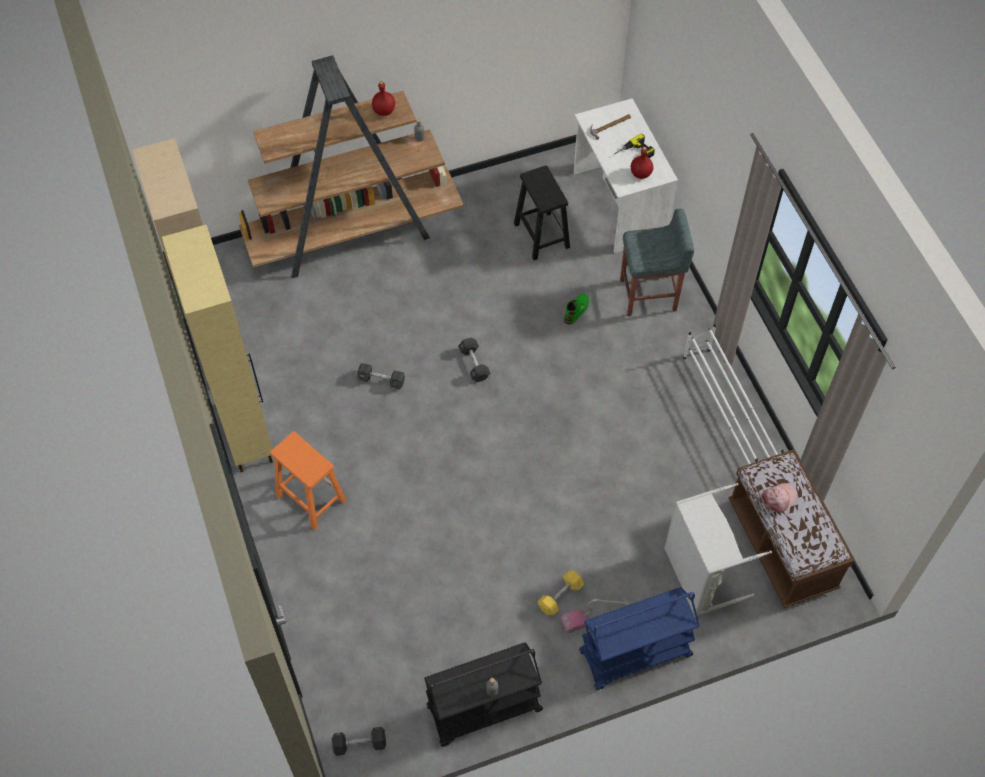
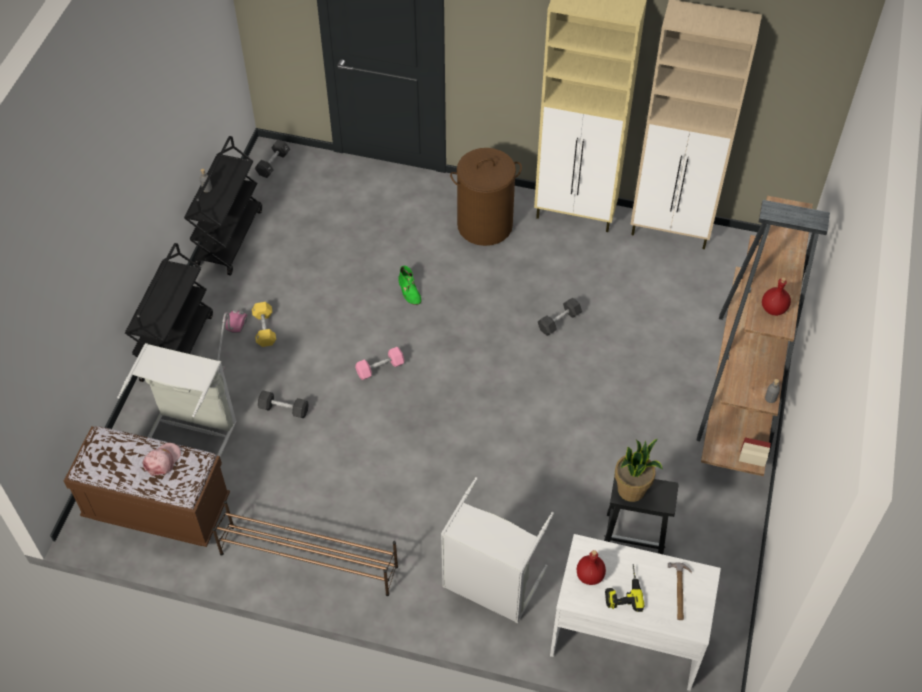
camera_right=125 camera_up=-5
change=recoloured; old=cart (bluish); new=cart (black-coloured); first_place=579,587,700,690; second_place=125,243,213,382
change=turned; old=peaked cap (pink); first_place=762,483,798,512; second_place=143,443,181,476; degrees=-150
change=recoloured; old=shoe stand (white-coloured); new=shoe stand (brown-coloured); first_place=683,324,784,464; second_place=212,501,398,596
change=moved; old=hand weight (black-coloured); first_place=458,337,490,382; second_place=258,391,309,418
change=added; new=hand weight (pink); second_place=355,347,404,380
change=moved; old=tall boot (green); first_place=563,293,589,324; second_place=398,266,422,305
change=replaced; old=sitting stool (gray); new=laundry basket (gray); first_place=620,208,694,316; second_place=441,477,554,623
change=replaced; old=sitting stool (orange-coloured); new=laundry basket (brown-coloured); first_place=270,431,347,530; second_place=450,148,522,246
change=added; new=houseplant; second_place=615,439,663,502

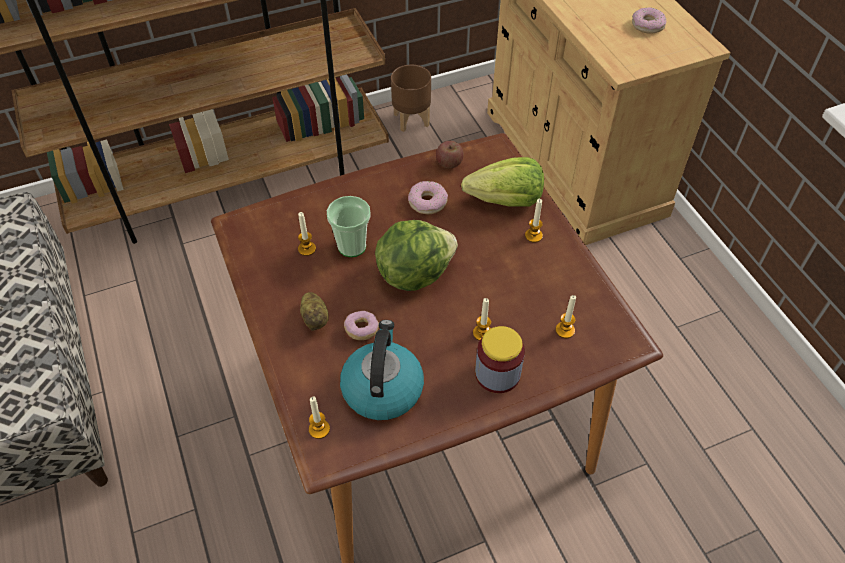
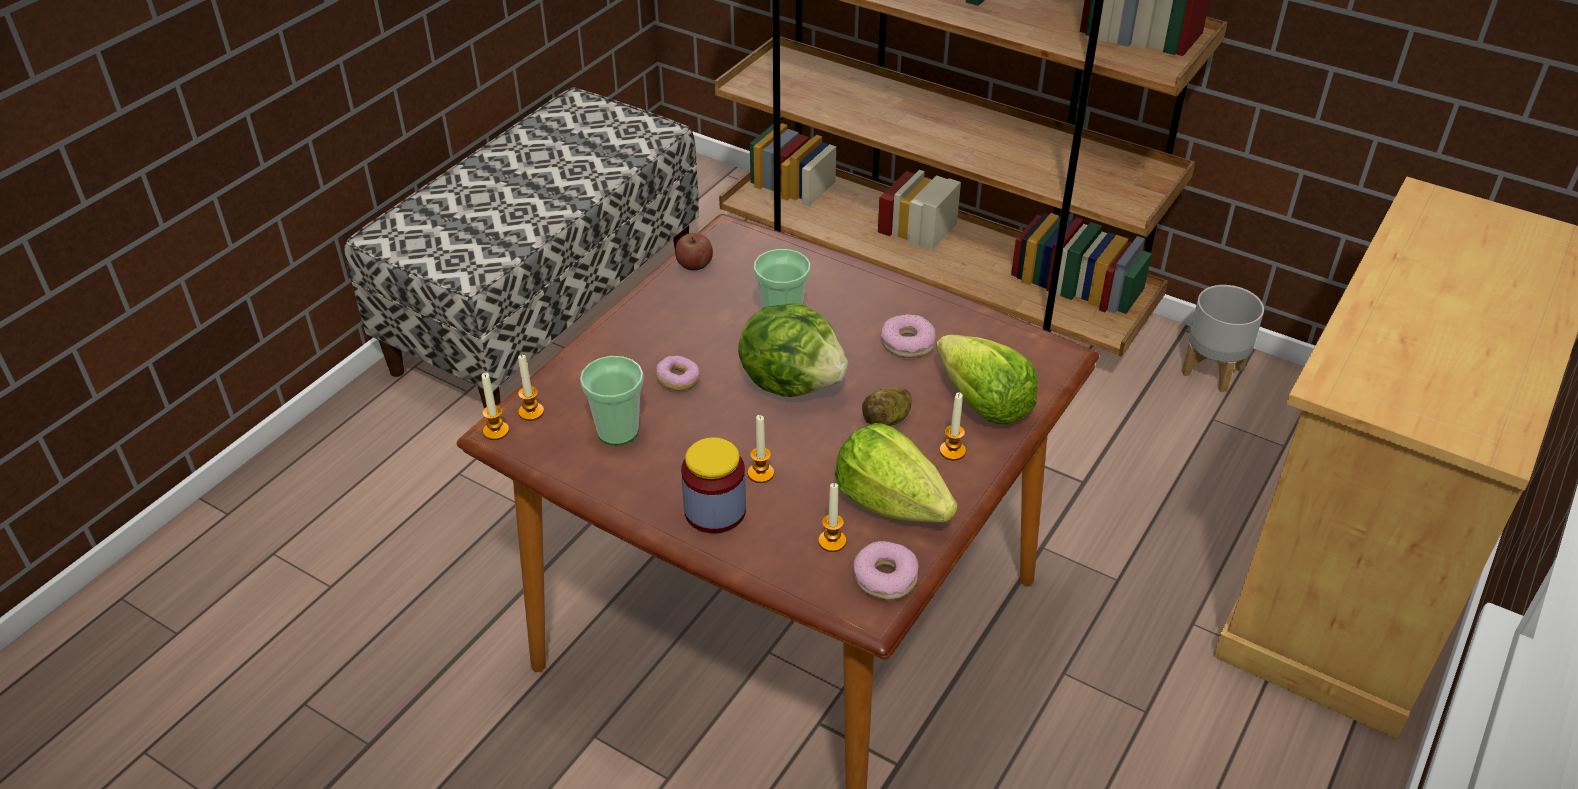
camera_right=55 camera_up=-10
change=moved; old=candle; first_place=298,212,316,256; second_place=481,373,509,440
change=replaced; old=water kettle; new=small cup; first_place=340,320,424,420; second_place=580,356,644,446
change=moved; old=apple; first_place=436,141,464,169; second_place=675,233,713,271
change=added; new=lettuce; second_place=835,423,957,522
change=moved; old=doughnut; first_place=632,7,666,34; second_place=853,541,919,600
change=moved; old=spud; first_place=300,292,329,331; second_place=862,387,911,426
change=recoloured; old=plant pot (brown-coloured); new=plant pot (gray); first_place=391,65,431,132; second_place=1182,285,1264,392

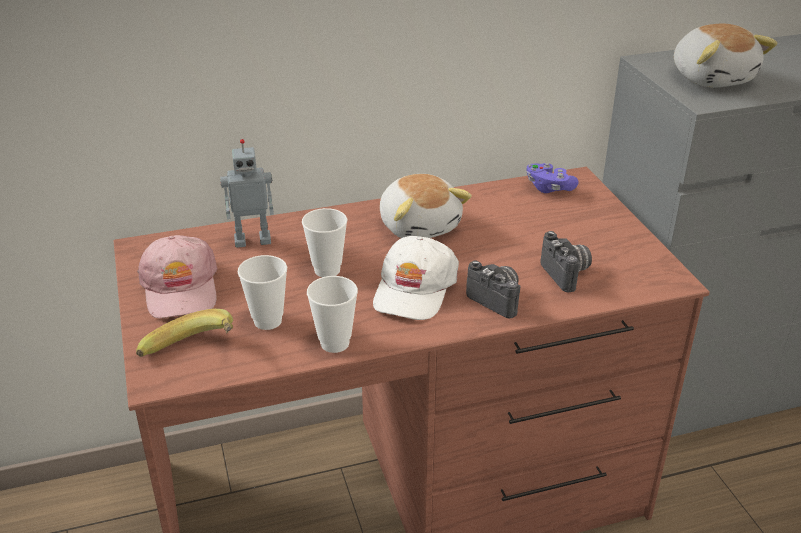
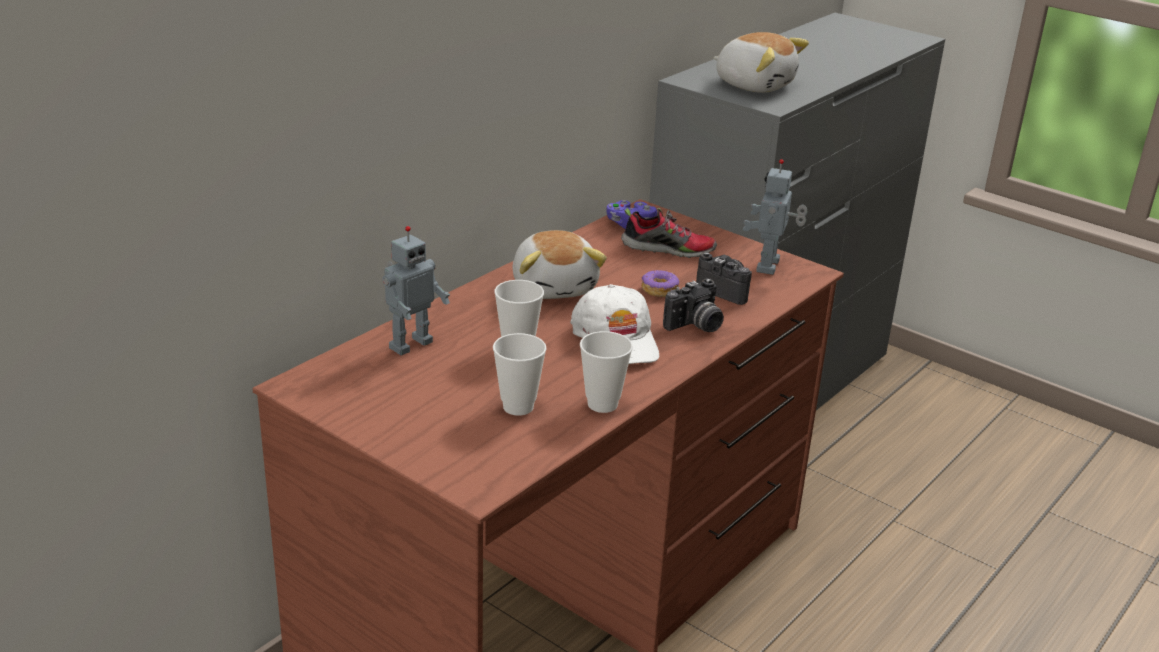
camera_right=-35 camera_up=-5
change=turned; old=soft toy; first_place=380,174,472,238; second_place=513,230,607,299; degrees=45
change=added; new=low shoe; second_place=621,208,717,258
change=added; new=doughnut; second_place=641,270,679,297
change=turned; old=photo camera; first_place=466,261,521,318; second_place=663,278,724,332; degrees=135
change=added; new=toy robot; second_place=742,159,808,275
change=removed; old=banana; first_place=136,309,233,357
change=removed; old=peaked cap (pink); first_place=137,235,218,319

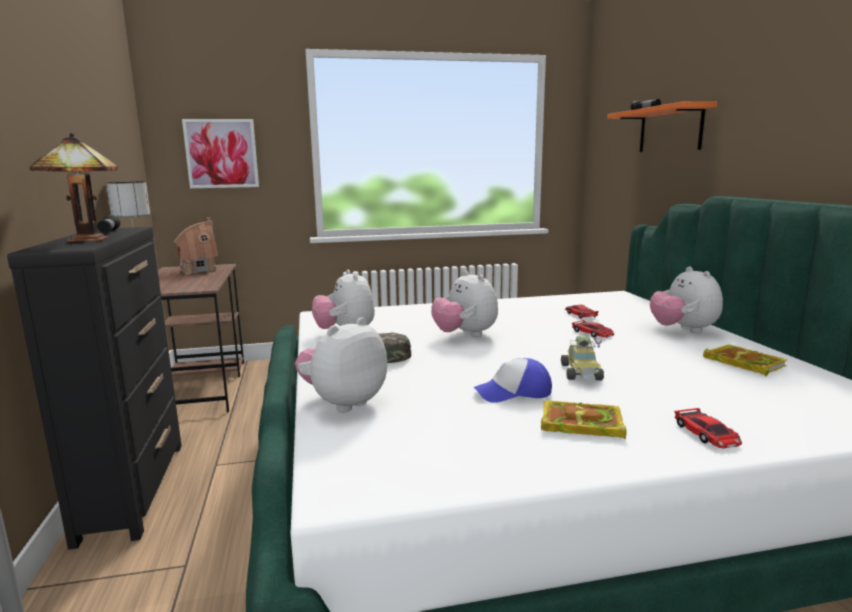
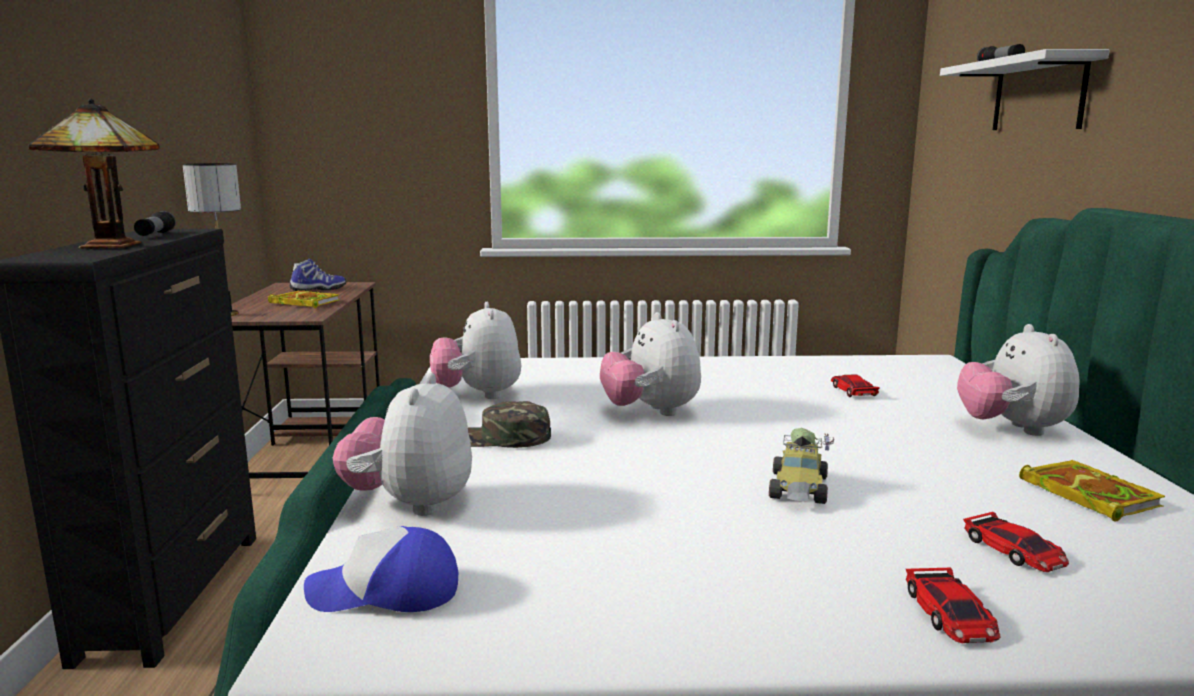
camera_right=10 camera_up=0
change=moved; old=volume; first_place=541,400,627,439; second_place=268,290,340,308
change=replaced; old=miniature house; new=low shoe; first_place=174,217,218,274; second_place=289,258,346,291
change=moved; old=peaked cap; first_place=474,358,552,403; second_place=304,526,458,612
change=turned; old=soft toy; first_place=295,317,387,412; second_place=333,373,472,516; degrees=-45
change=recoloured; old=shelf (orange-coloured); new=shelf (white-coloured); first_place=607,101,717,152; second_place=940,49,1110,130
change=moved; old=toy car; first_place=572,320,614,338; second_place=963,512,1069,572
change=removed; old=wall picture; first_place=182,119,259,188

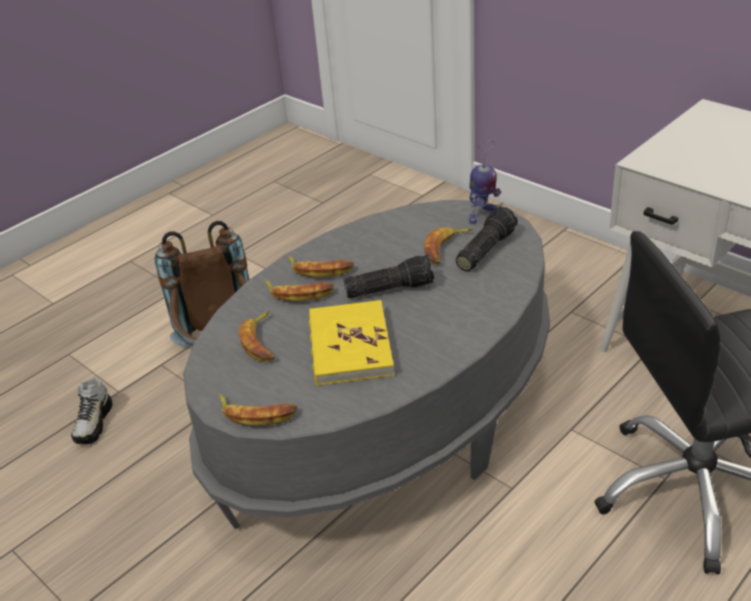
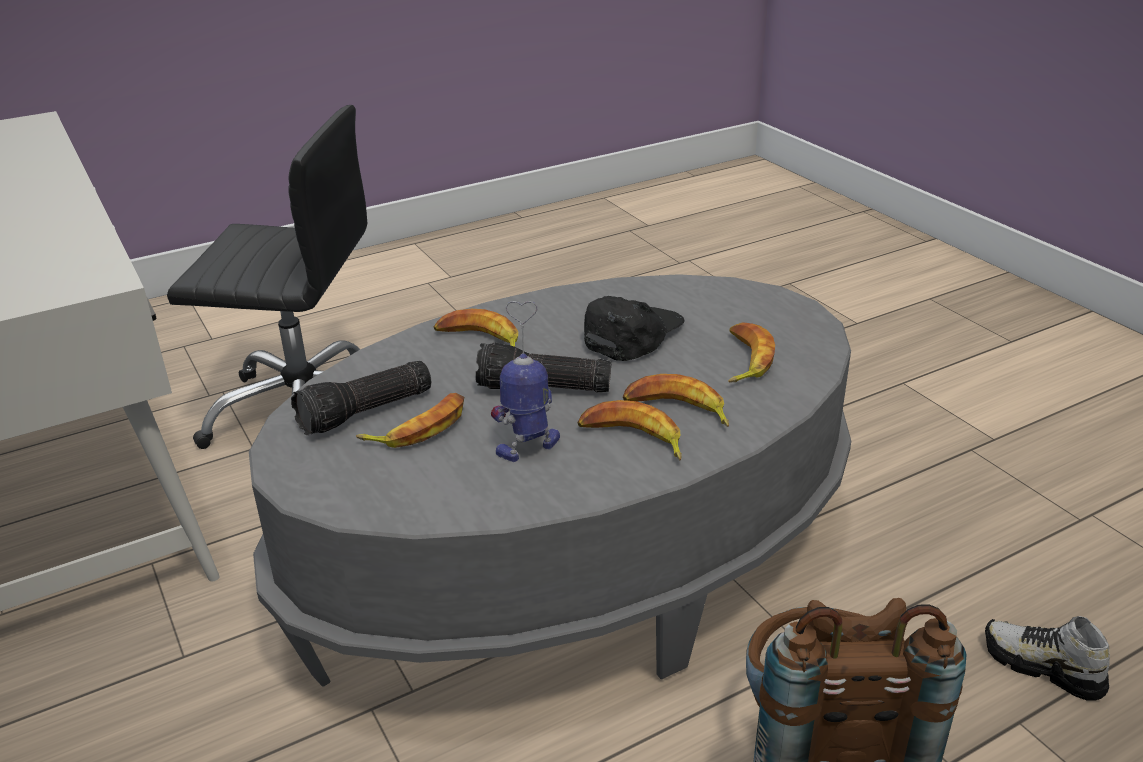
camera_right=-165 camera_up=-5
change=moved; old=banana; first_place=219,394,297,426; second_place=434,309,518,347
change=moved; old=toy robot; first_place=469,140,501,224; second_place=491,301,560,462
change=replaced; old=volume (yellowish); new=peaked cap (black-coloured); first_place=309,300,394,386; second_place=584,296,685,361
change=turned; old=low shoe; first_place=71,378,113,444; second_place=985,616,1110,701; degrees=-75

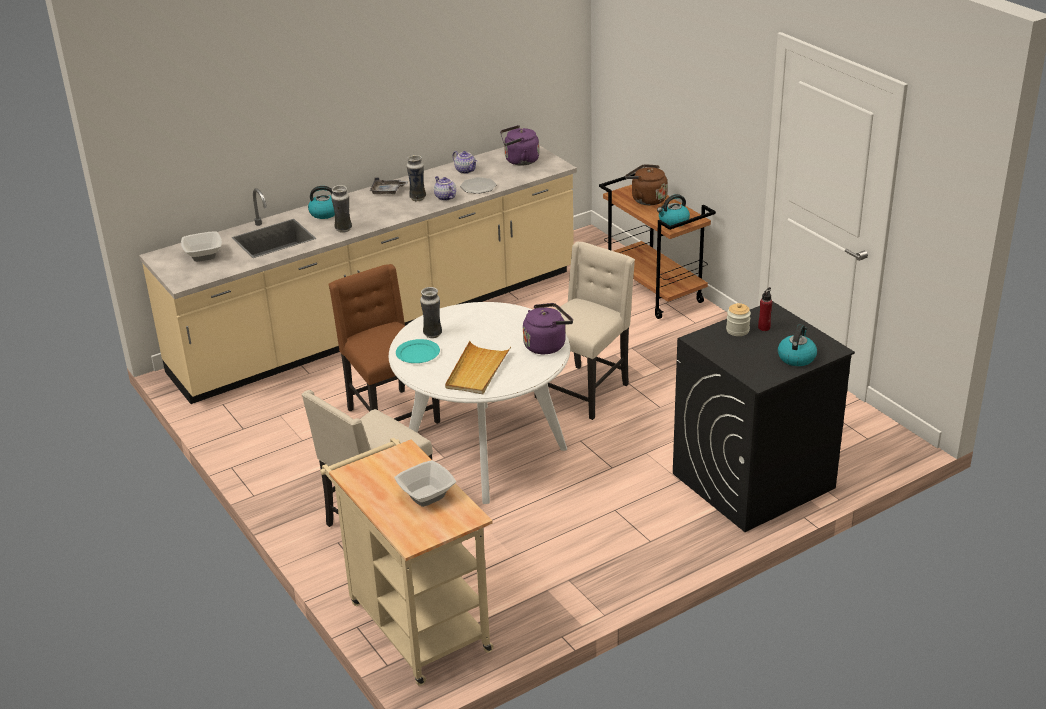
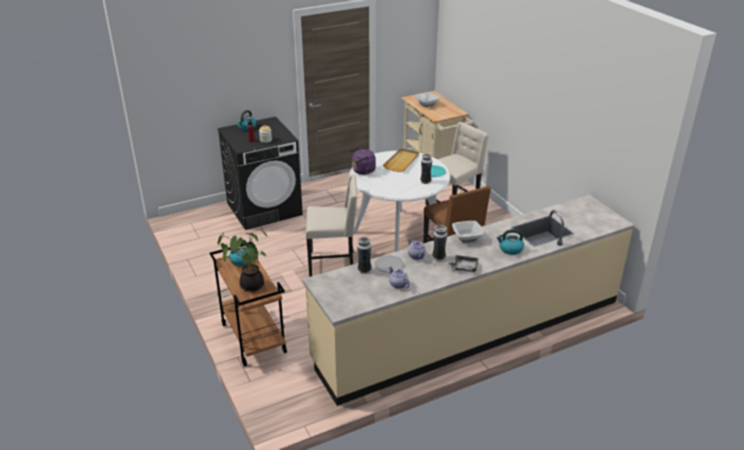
camera_right=-175 camera_up=0
change=replaced; old=water kettle (brown-coloured); new=houseplant; first_place=625,164,667,205; second_place=218,227,267,292
change=turned; old=chair (beige); first_place=534,241,635,420; second_place=306,174,357,277; degrees=-135
change=moved; old=decorative vase; first_place=331,185,352,233; second_place=357,237,371,274
change=moved; old=deep dish; first_place=181,231,222,262; second_place=452,221,484,243
change=removed; old=water kettle (purple-coloured); first_place=500,125,539,165

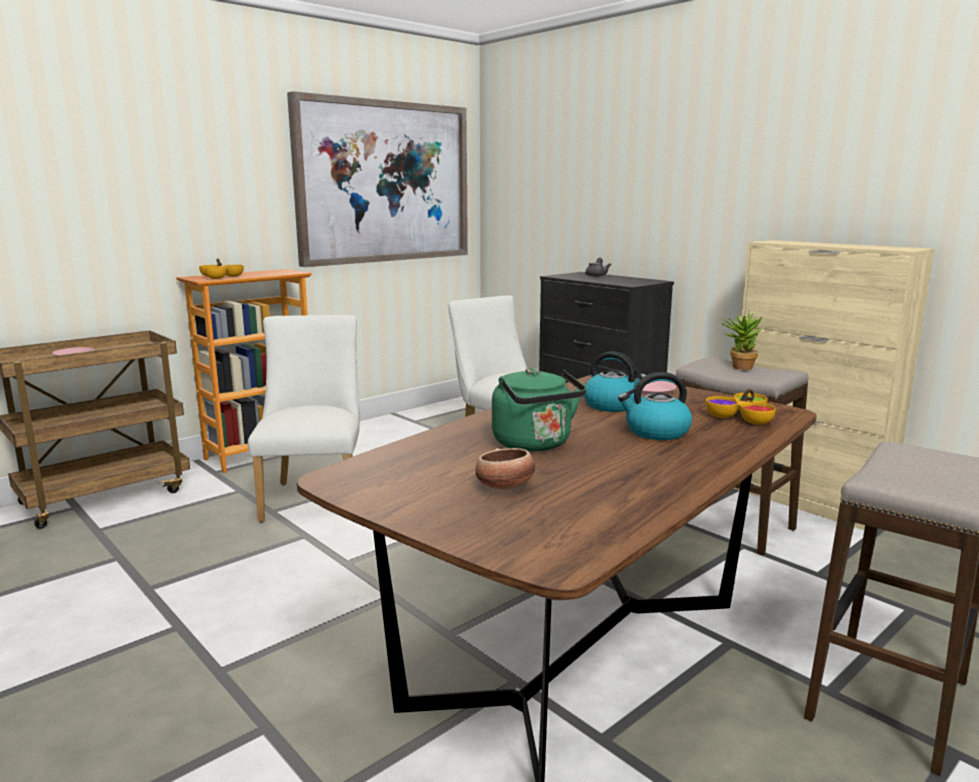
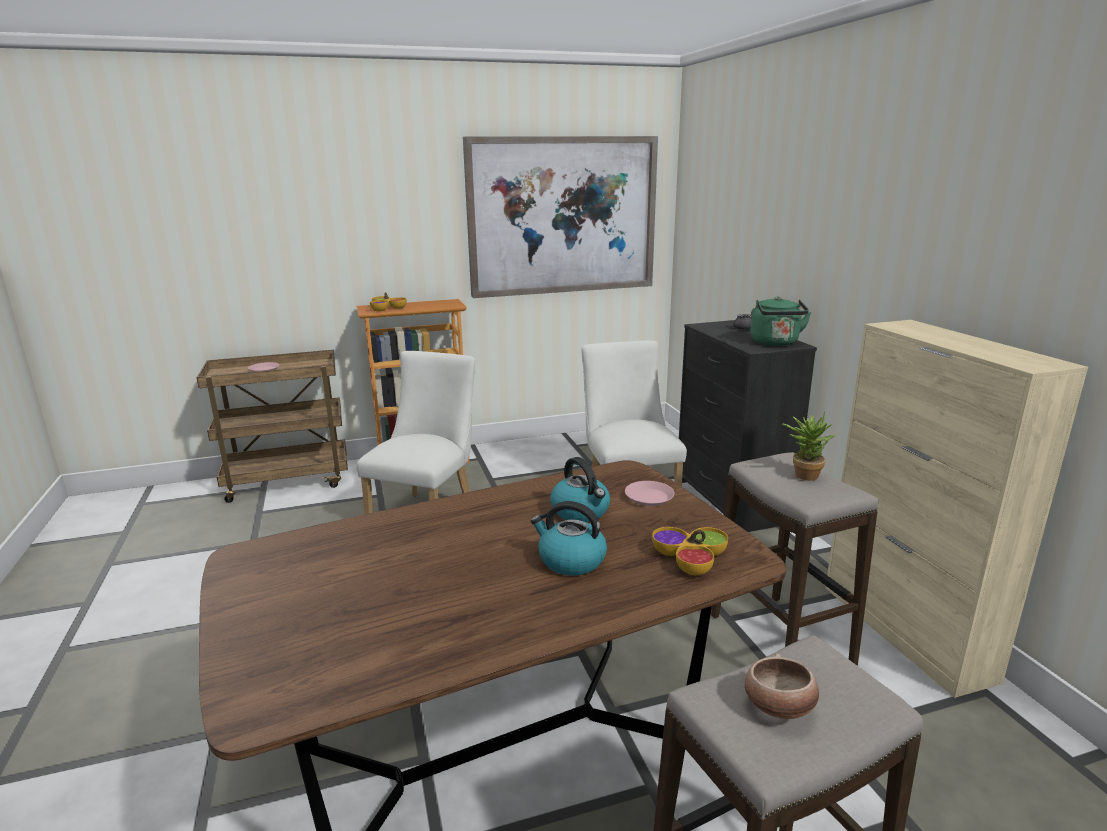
camera_right=25 camera_up=5
change=moved; old=deep dish; first_place=475,448,535,490; second_place=745,654,819,719
change=moved; old=water kettle (green); first_place=492,368,586,452; second_place=750,296,811,346

